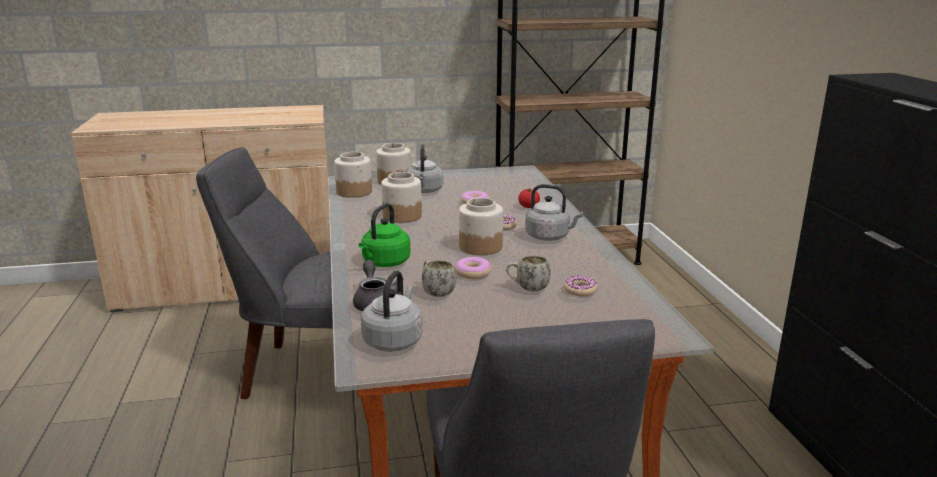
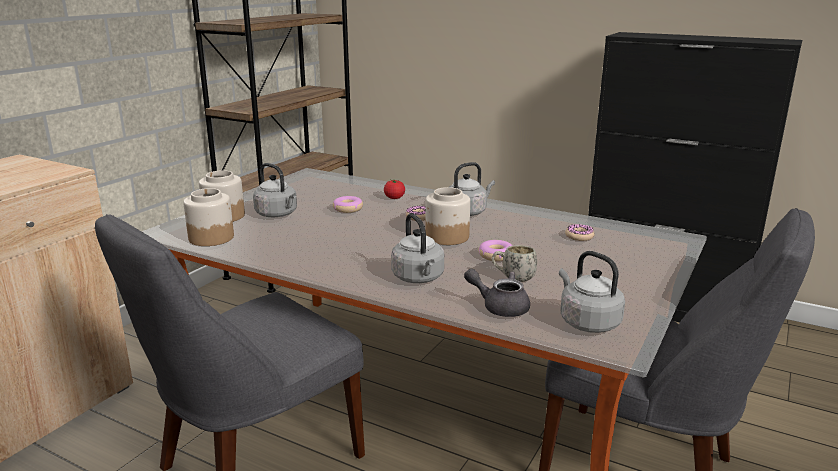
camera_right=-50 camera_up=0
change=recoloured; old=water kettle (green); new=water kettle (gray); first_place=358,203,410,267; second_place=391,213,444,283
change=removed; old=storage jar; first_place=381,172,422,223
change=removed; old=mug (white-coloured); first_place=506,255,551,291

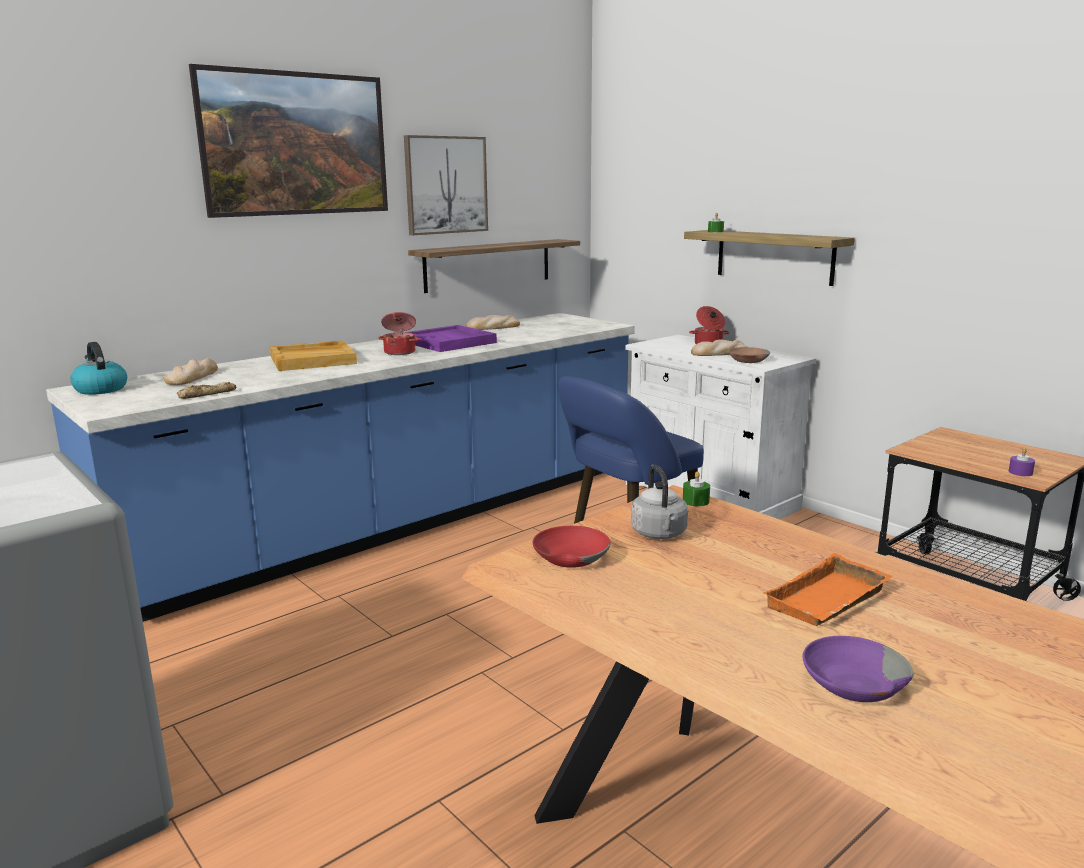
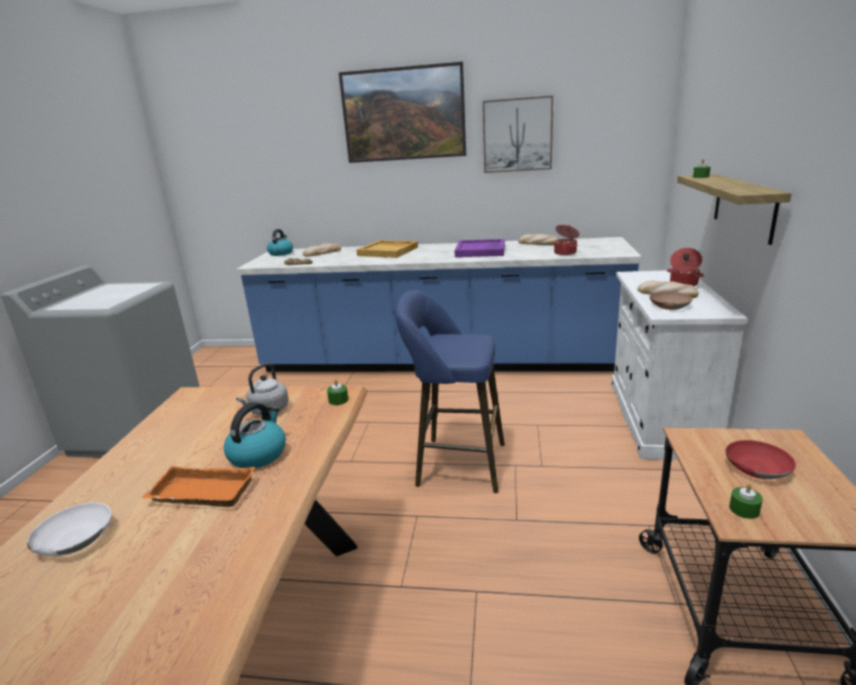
camera_right=50 camera_up=5
change=recoloured; old=deep dish (purple-coloured); new=deep dish (white-coloured); first_place=802,636,914,702; second_place=27,502,112,556
change=added; new=water kettle; second_place=223,402,286,468
change=moved; old=stockpot; first_place=378,312,420,355; second_place=554,225,579,255
change=moved; old=deep dish (red); first_place=533,526,611,568; second_place=725,440,796,479
change=recoloured; old=candle (purple-coloured); new=candle (green); first_place=1009,448,1035,476; second_place=729,483,763,519
change=removed; old=shelf; first_place=408,239,580,293

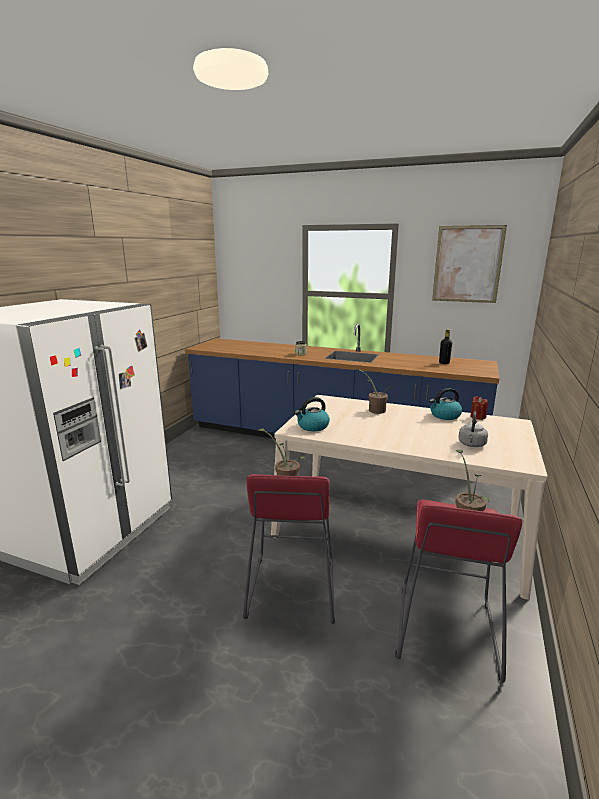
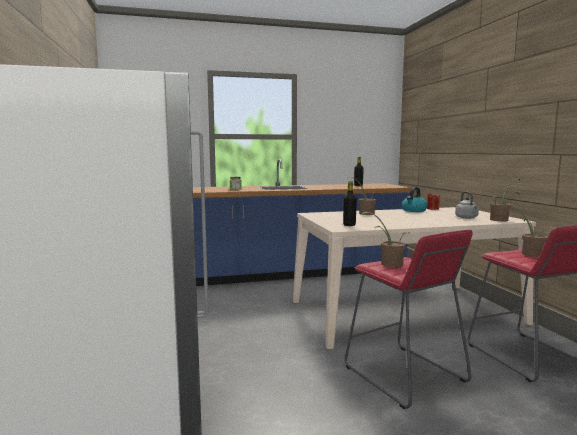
camera_right=-35 camera_up=-10
change=replaced; old=water kettle; new=bottle (black-coloured); first_place=295,397,330,431; second_place=343,181,357,226
change=added; new=houseplant; second_place=490,178,520,221
change=removed; old=wall picture; first_place=432,225,507,303

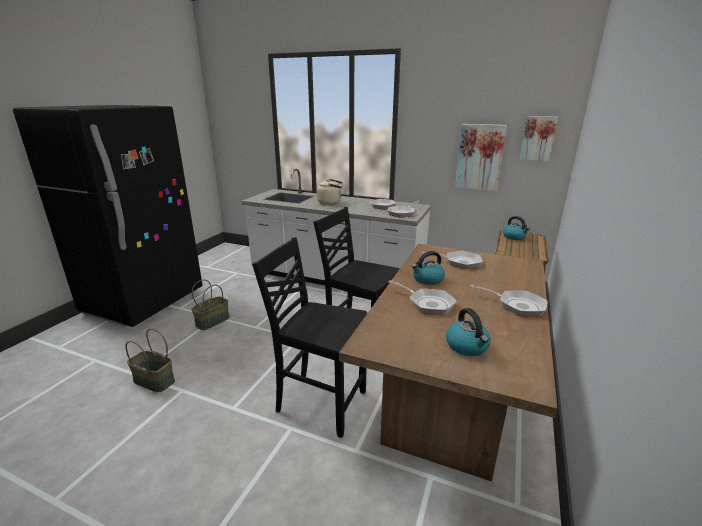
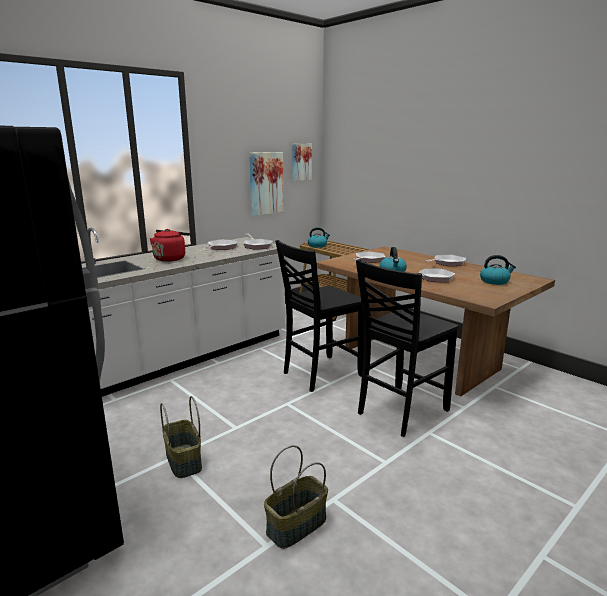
camera_right=-65 camera_up=-5
change=recoloured; old=water kettle (beige); new=water kettle (red); first_place=317,179,342,205; second_place=150,229,190,262

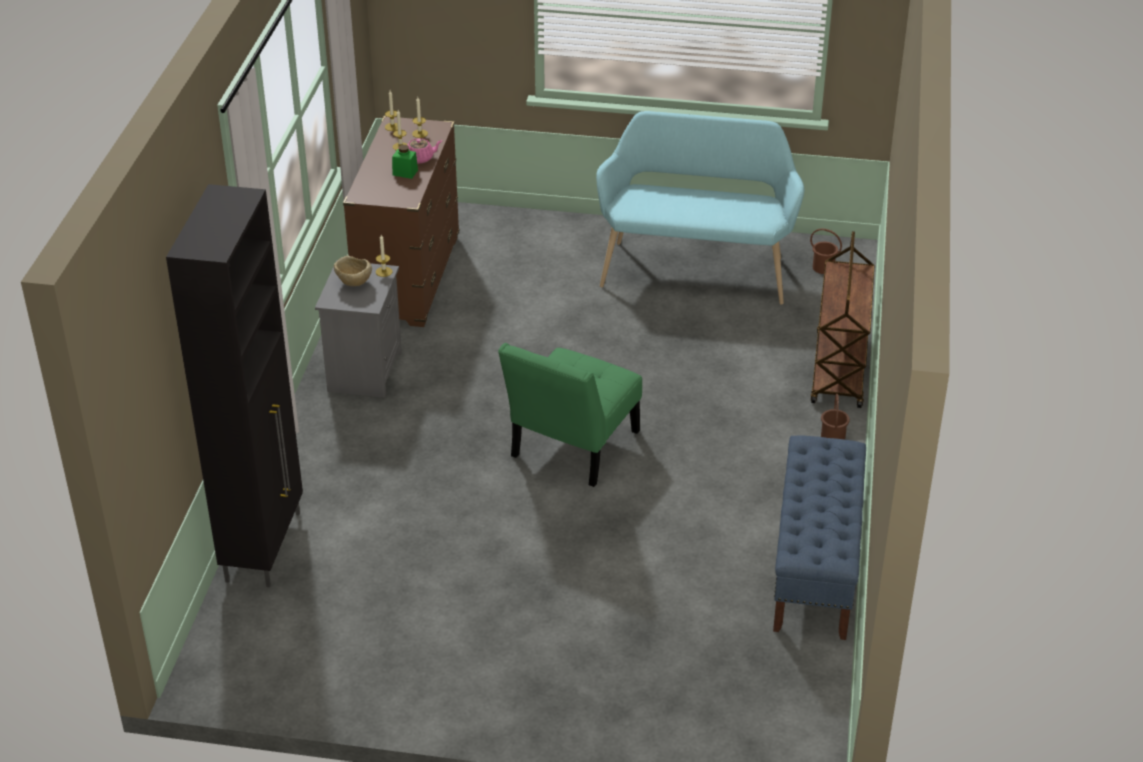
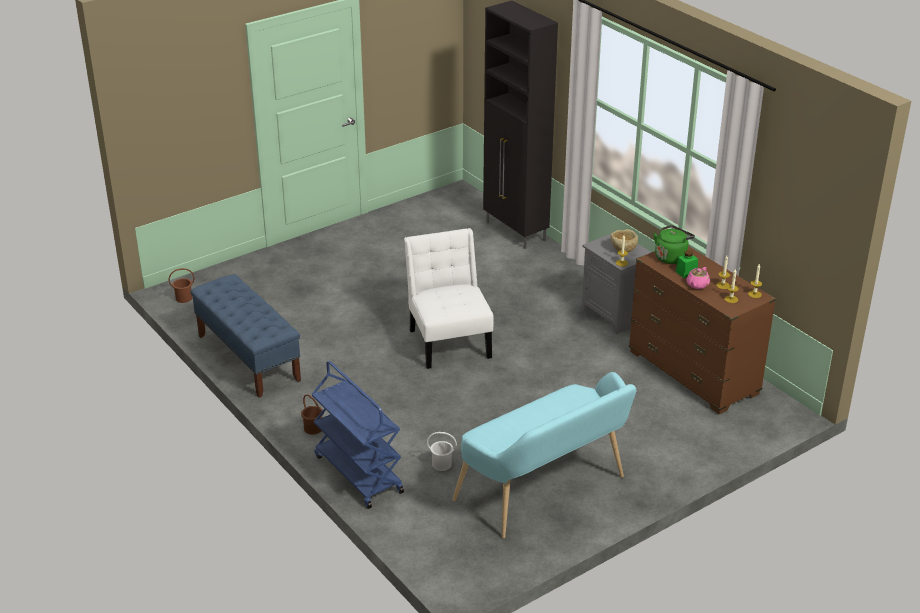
camera_right=135 camera_up=-5
change=moved; old=bucket (brown-coloured); first_place=810,229,842,274; second_place=169,268,194,303
change=recoloured; old=cart (brown-coloured); new=cart (bluish); first_place=811,231,875,408; second_place=312,361,404,509
change=recoloured; old=chair (green); new=chair (white-coloured); first_place=498,343,642,487; second_place=404,228,493,369
change=added; new=bucket (white-coloured); second_place=427,432,457,471
change=added; new=water kettle (green); second_place=653,225,695,264

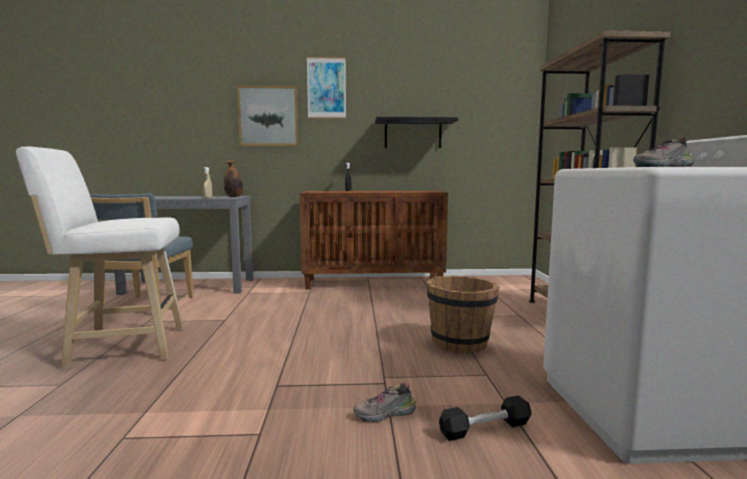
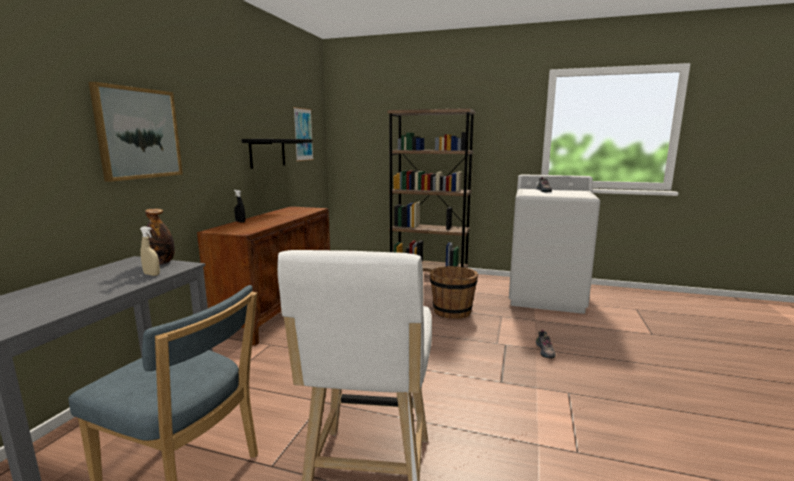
camera_right=-70 camera_up=5
change=moved; old=wall picture; first_place=307,57,346,118; second_place=293,107,314,161
change=removed; old=hand weight (black-coloured); first_place=439,396,532,441

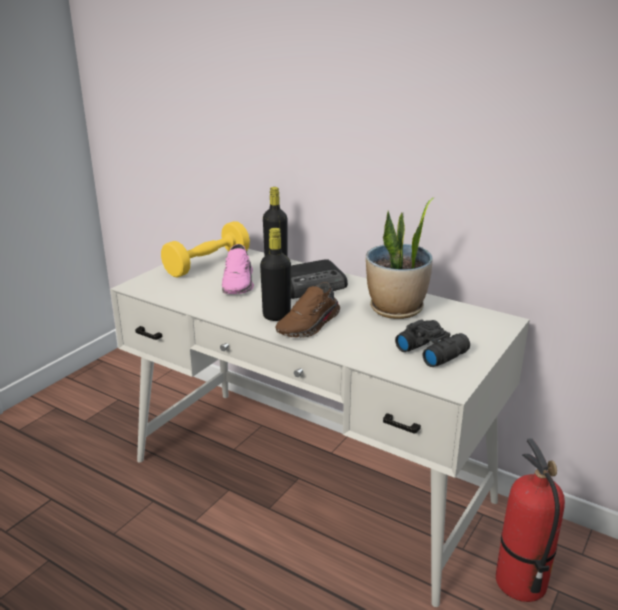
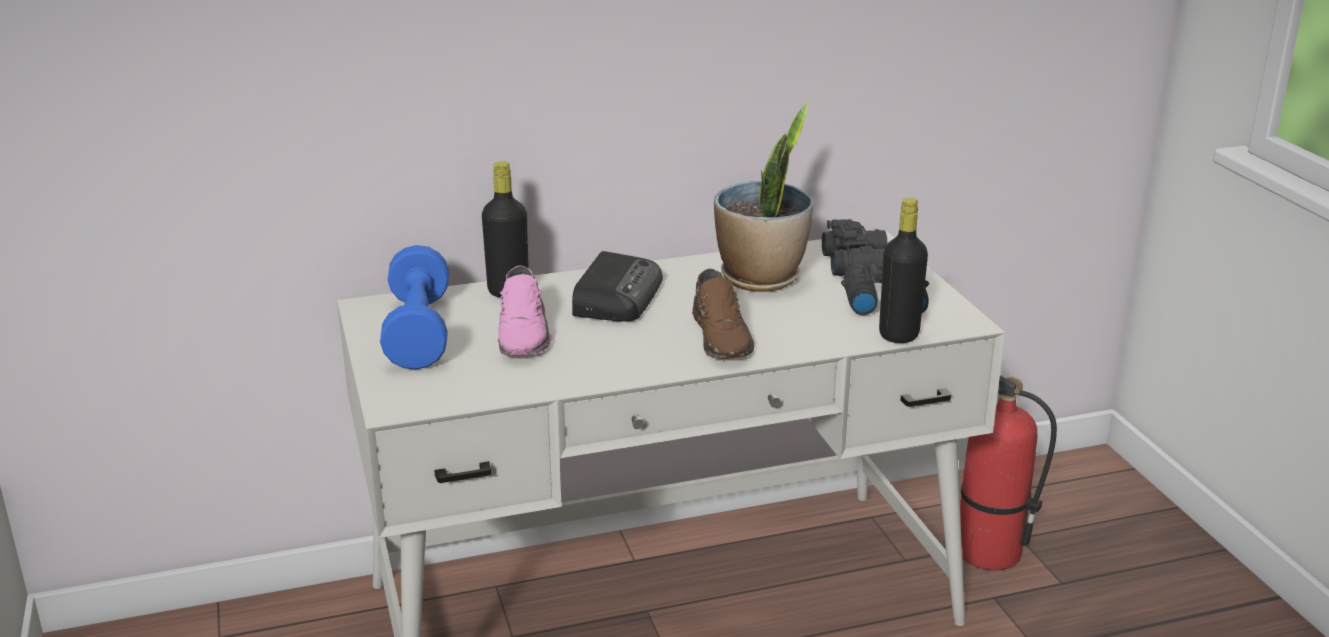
camera_right=-50 camera_up=0
change=recoloured; old=hand weight (yellowish); new=hand weight (bluish); first_place=161,221,250,277; second_place=380,245,449,370
change=turned; old=low shoe (pink); first_place=222,244,254,294; second_place=498,266,552,355; degrees=45
change=added; new=binoculars (black-coloured); second_place=822,219,887,276
change=moved; old=bottle (black-coloured); first_place=260,228,291,321; second_place=879,198,928,343

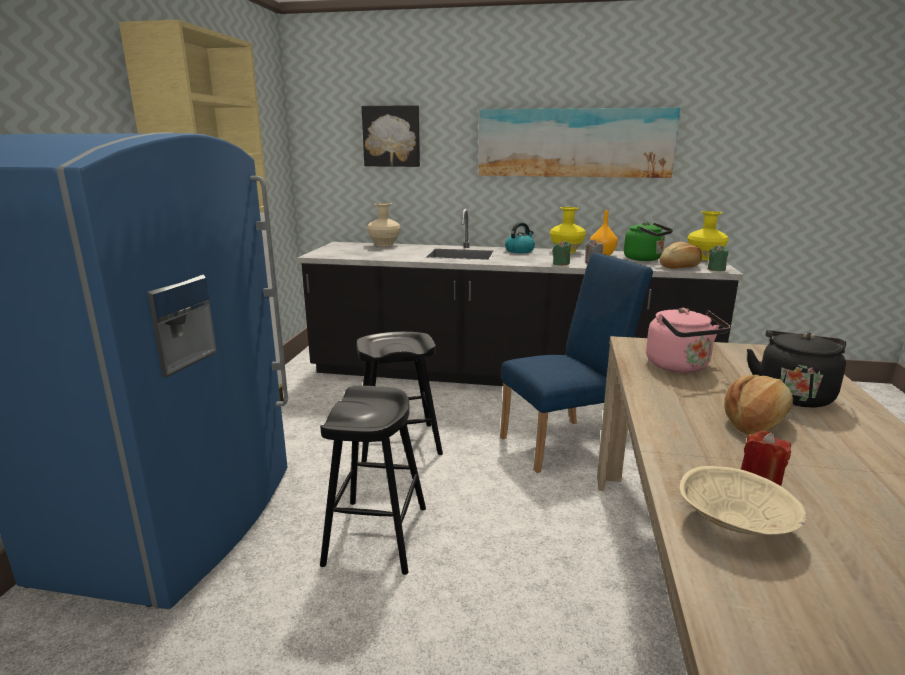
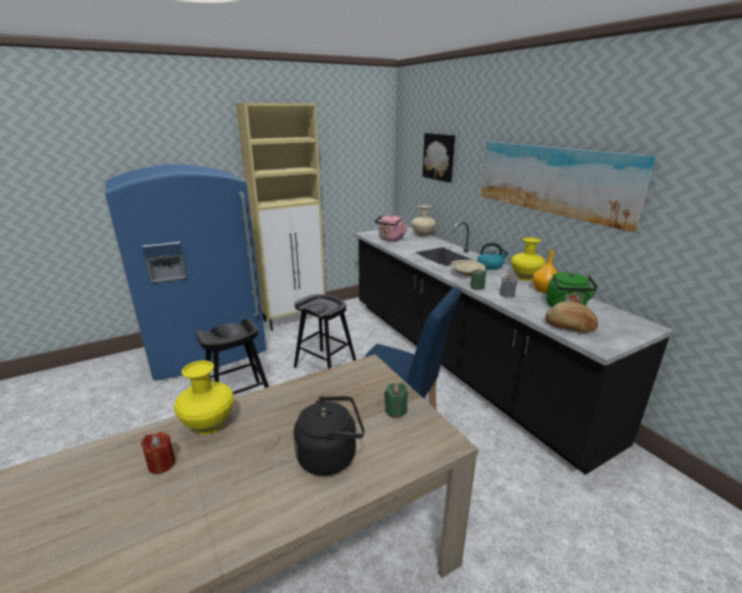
camera_right=50 camera_up=5
change=moved; old=decorative vase (yellowish); first_place=687,211,728,260; second_place=174,360,234,435
change=moved; old=water kettle (pink); first_place=646,308,730,373; second_place=375,215,408,241
change=moved; old=candle (green); first_place=708,245,728,271; second_place=384,383,408,418
change=moved; old=deep dish (beige); first_place=680,466,806,535; second_place=451,260,485,276
change=removed; old=bakery bread; first_place=724,375,793,435

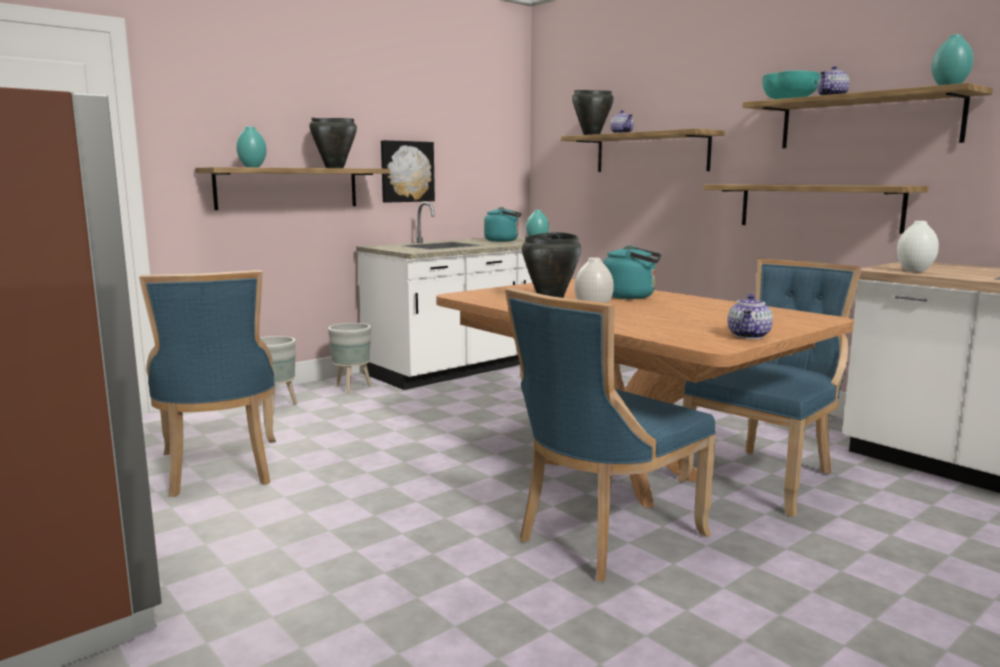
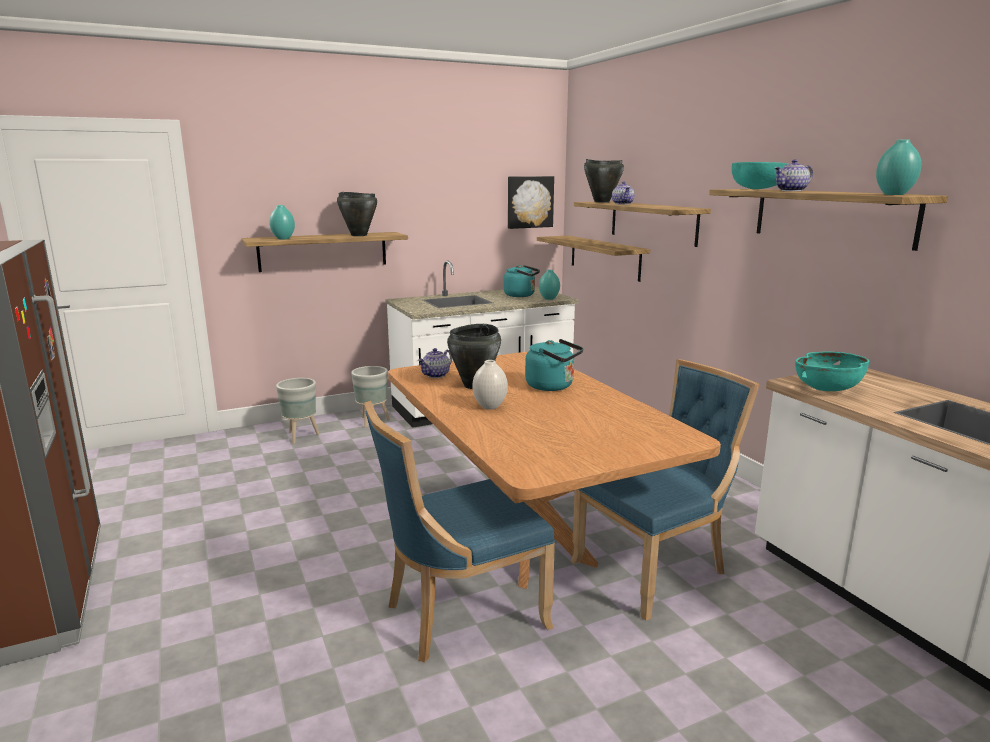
camera_right=15 camera_up=5
change=moved; old=tea pot; first_place=727,294,773,339; second_place=418,348,452,378
change=moved; old=wall picture; first_place=381,140,435,203; second_place=508,176,554,229
change=moved; old=shelf; first_place=703,184,929,234; second_place=537,236,650,282
change=replaced; old=decorative vase (white-coloured); new=deep dish (turquoise-coloured); first_place=897,221,939,272; second_place=795,351,869,391
change=removed; old=chair (bluish); first_place=139,270,276,497

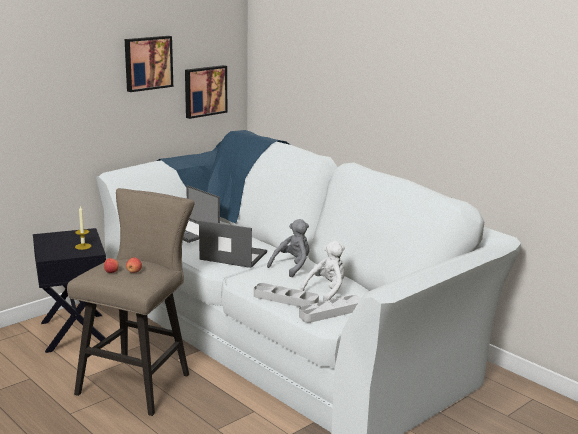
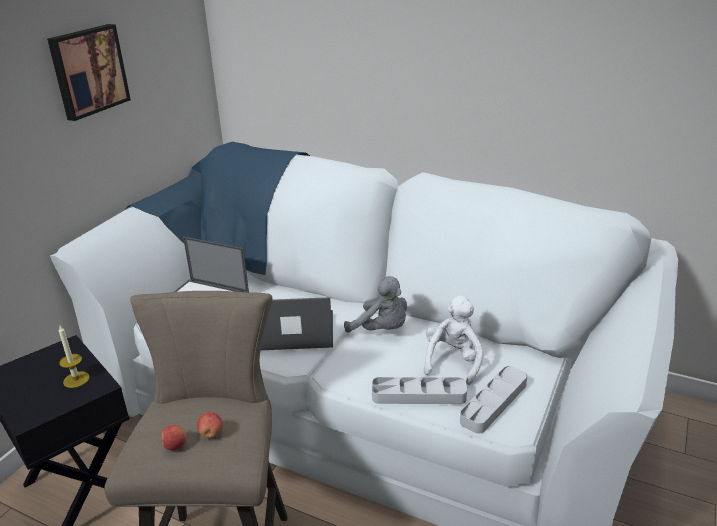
camera_right=-20 camera_up=10
change=turned; old=soft toy (gray); first_place=267,219,309,277; second_place=344,276,407,333; degrees=105
change=removed; old=wall picture; first_place=185,65,227,119

